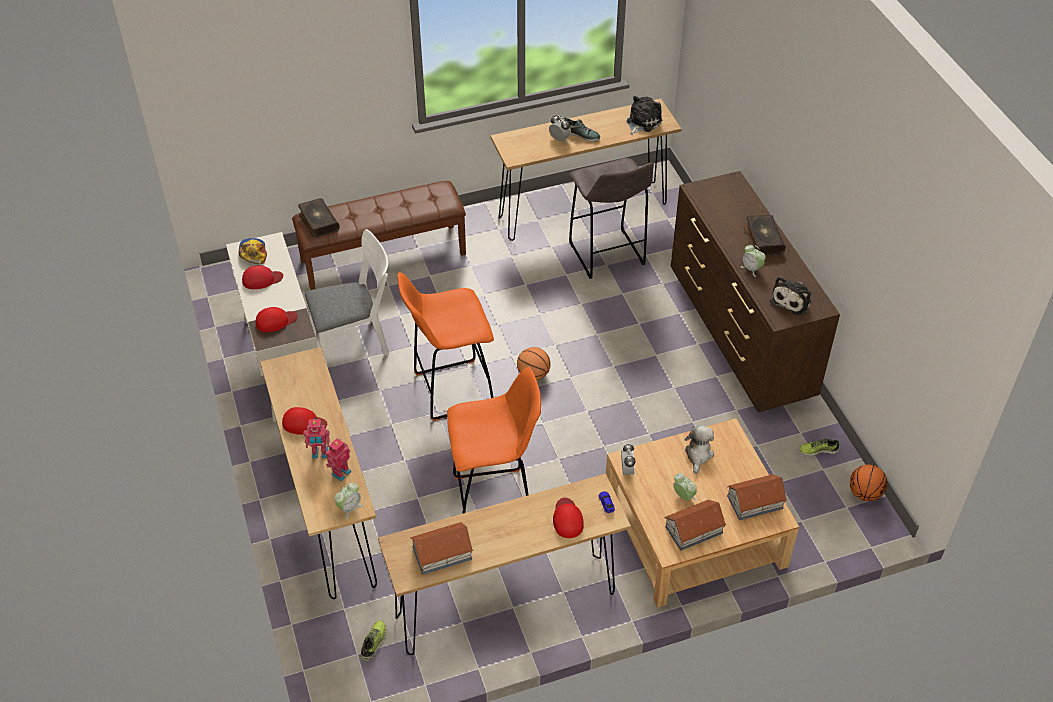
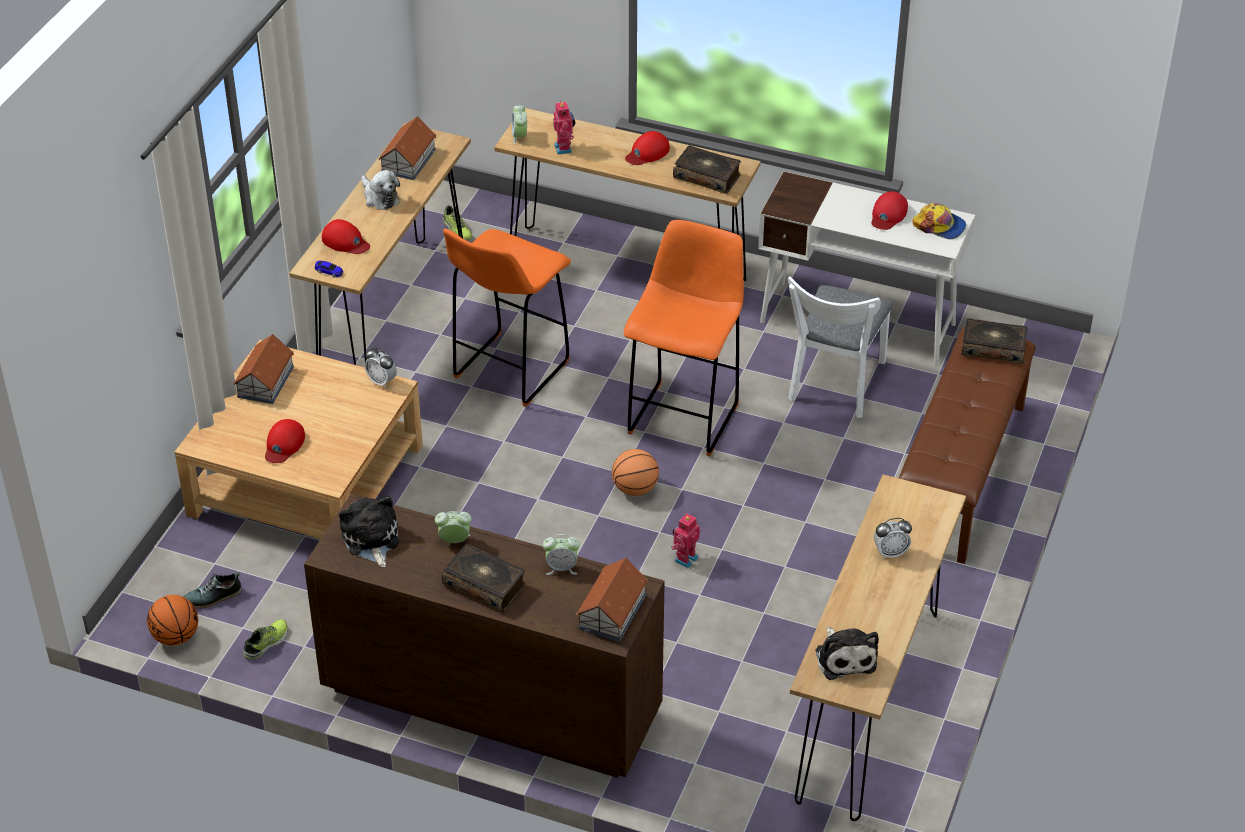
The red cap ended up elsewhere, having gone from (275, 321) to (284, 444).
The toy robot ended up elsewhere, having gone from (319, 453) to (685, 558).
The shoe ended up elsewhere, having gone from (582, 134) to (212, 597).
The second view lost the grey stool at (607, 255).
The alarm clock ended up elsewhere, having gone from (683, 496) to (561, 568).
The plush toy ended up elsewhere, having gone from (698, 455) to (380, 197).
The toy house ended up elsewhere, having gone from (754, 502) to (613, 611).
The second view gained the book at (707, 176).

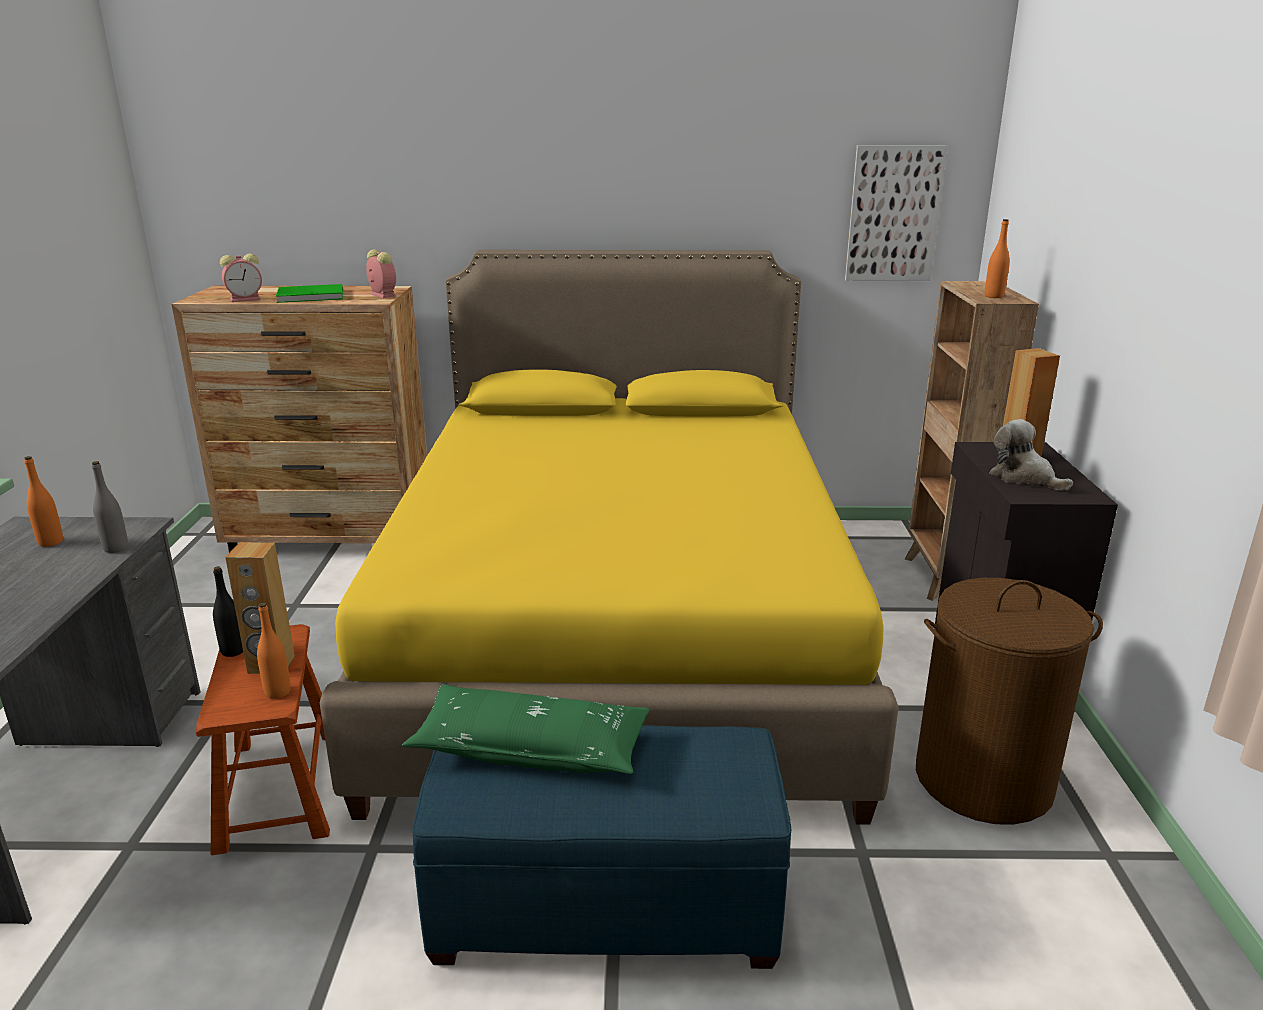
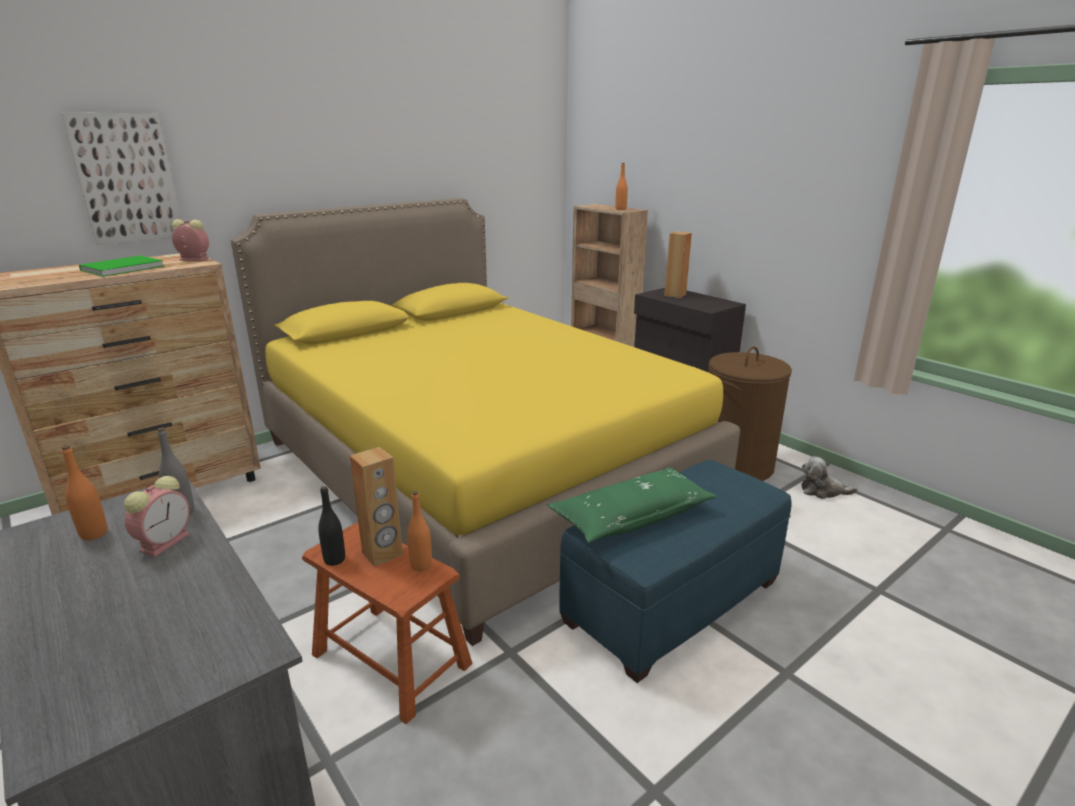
The alarm clock ended up elsewhere, having gone from (246, 299) to (166, 541).
The picture ended up elsewhere, having gone from (893, 214) to (126, 178).
The plush toy ended up elsewhere, having gone from (1024, 478) to (822, 491).

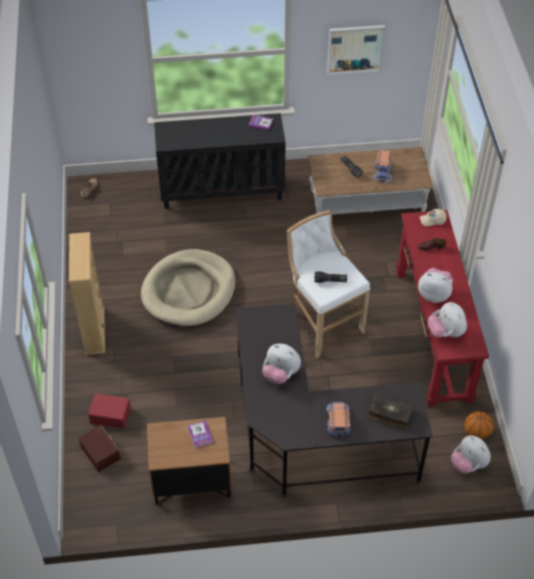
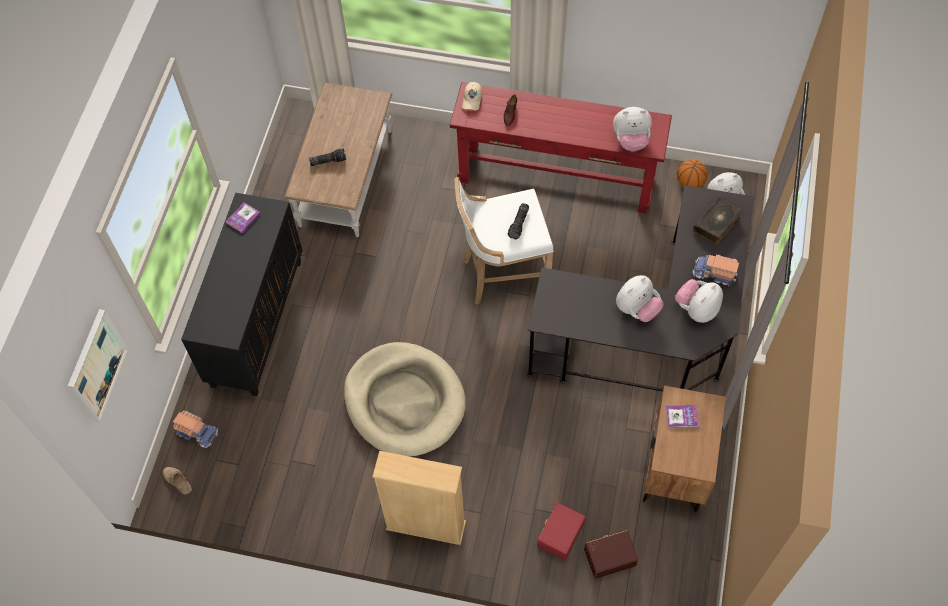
The picture ended up elsewhere, having gone from (355, 49) to (96, 365).
The toy truck ended up elsewhere, having gone from (383, 171) to (197, 432).
The plush toy ended up elsewhere, having gone from (434, 294) to (696, 309).

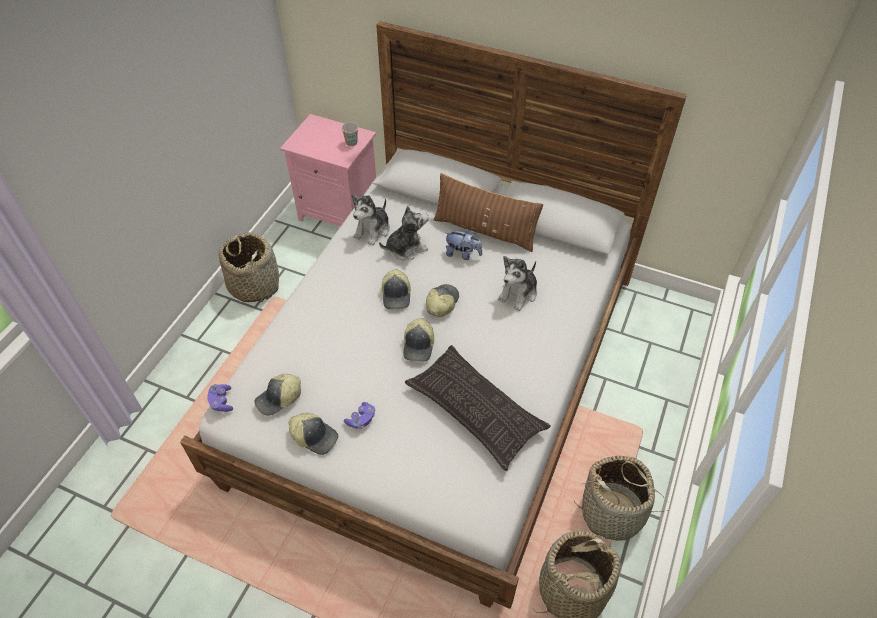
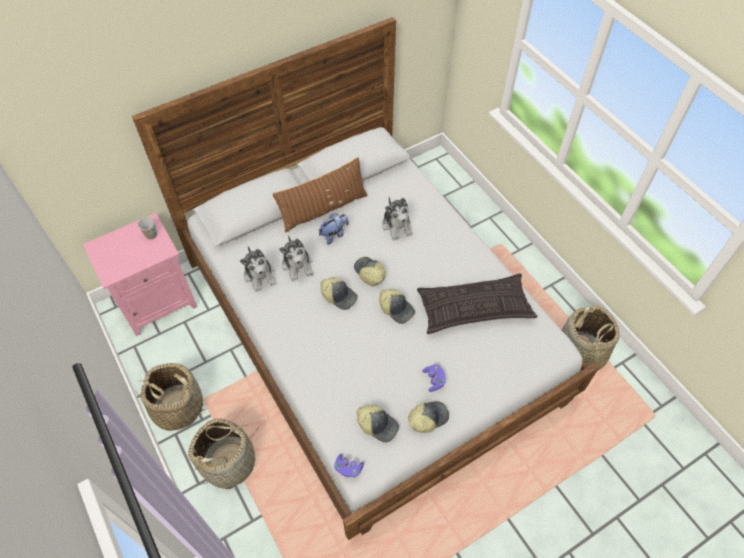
The cap at (279, 399) ended up facing another way, 60 degrees counterclockwise from before.
The plush toy at (405, 248) ended up facing another way, 150 degrees clockwise from before.
The basket ended up elsewhere, having gone from (613, 512) to (229, 462).

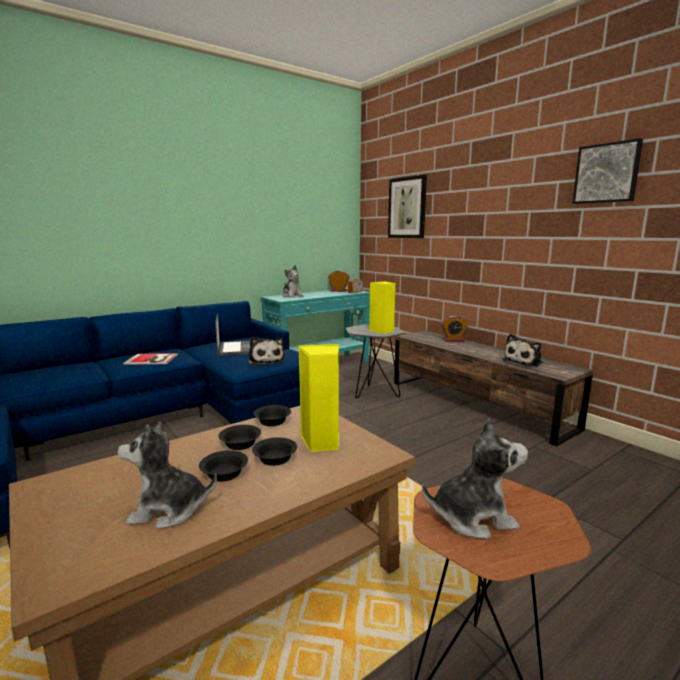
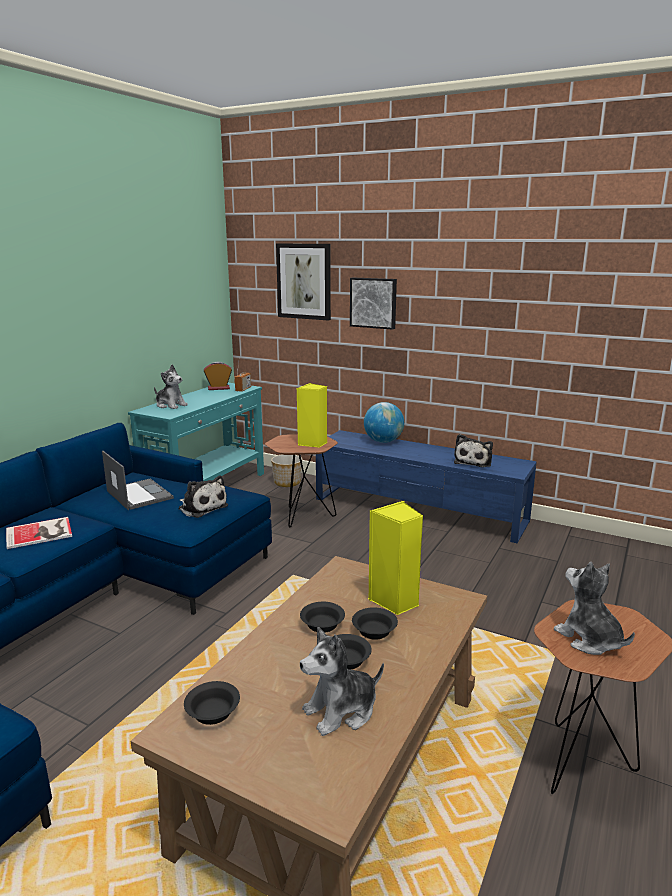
The black bowl ended up elsewhere, having gone from (273, 421) to (213, 711).
What was the grey side table at (372, 393) turned into the brown side table at (302, 517).
What was the brown tv stand at (477, 404) turned into the blue tv stand at (419, 510).
The plush toy at (472, 517) ended up facing another way, 90 degrees counterclockwise from before.
Where the alarm clock stood at (453, 340), the globe came to stand at (383, 441).
The picture ended up elsewhere, having gone from (607, 173) to (373, 303).
The second view gained the planter at (287, 483).

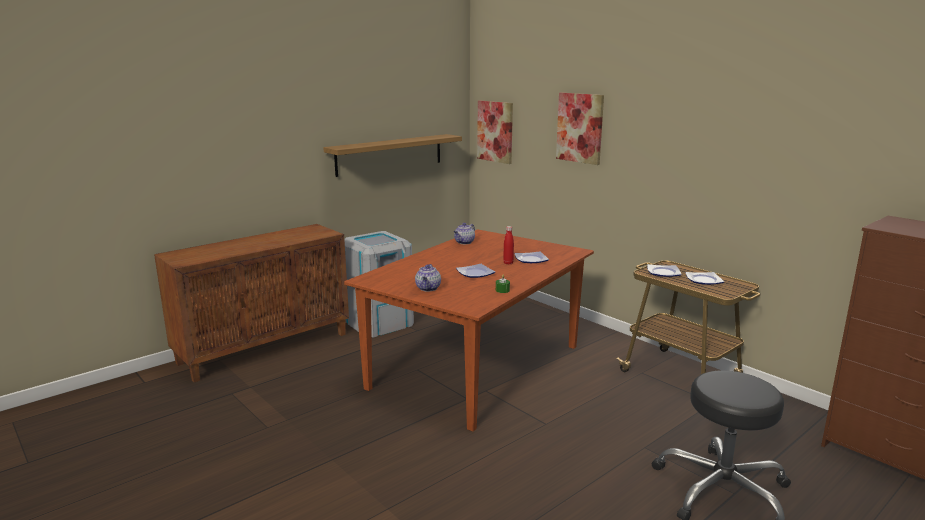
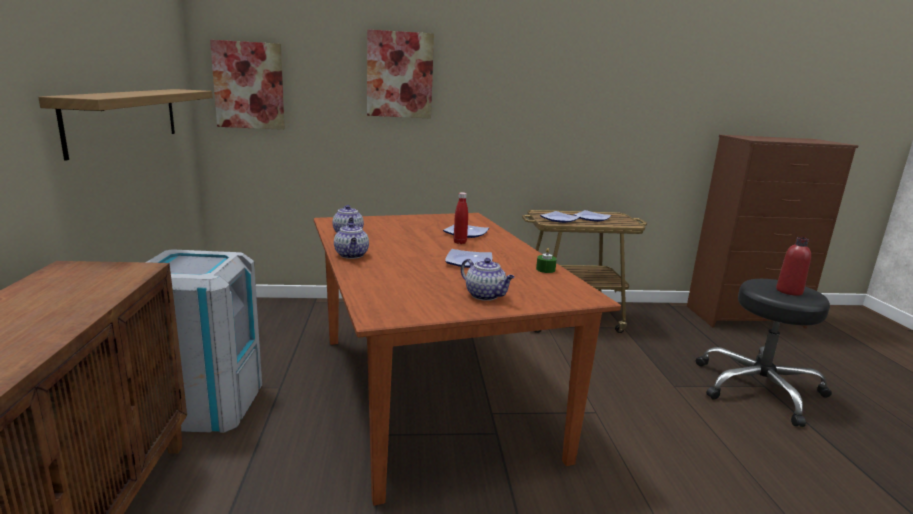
The second view gained the teapot at (352, 255).
The second view gained the red bottle at (789, 291).

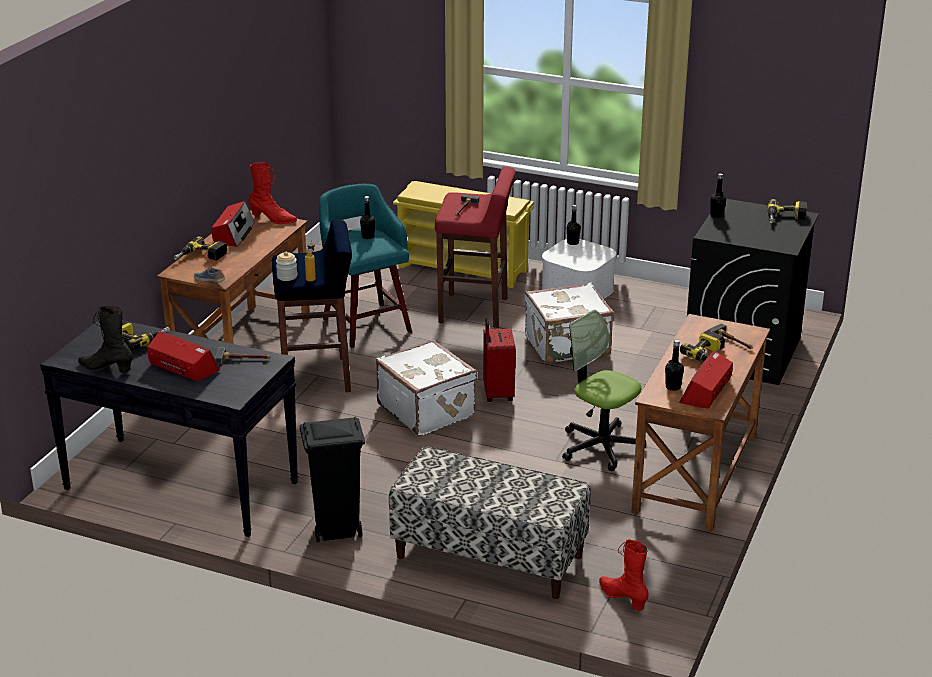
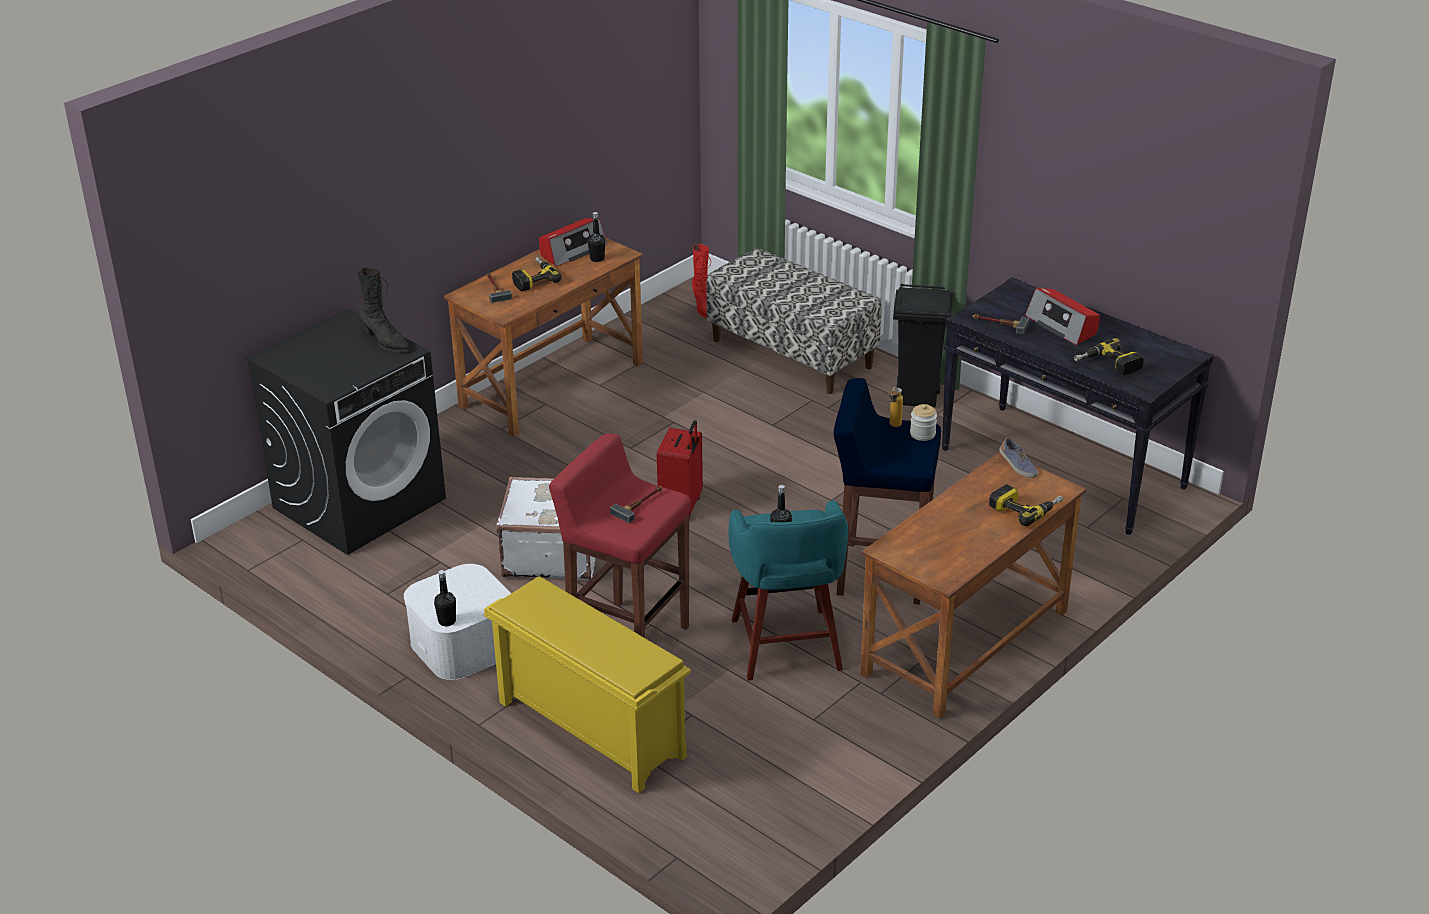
The black boot ended up elsewhere, having gone from (106, 368) to (385, 342).
The second view lost the radio at (233, 233).
The second view lost the red boot at (273, 219).
The second view lost the white suitcase at (427, 410).
The second view lost the office chair at (601, 446).
The second view lost the black bottle at (716, 216).
The second view lost the power drill at (785, 218).

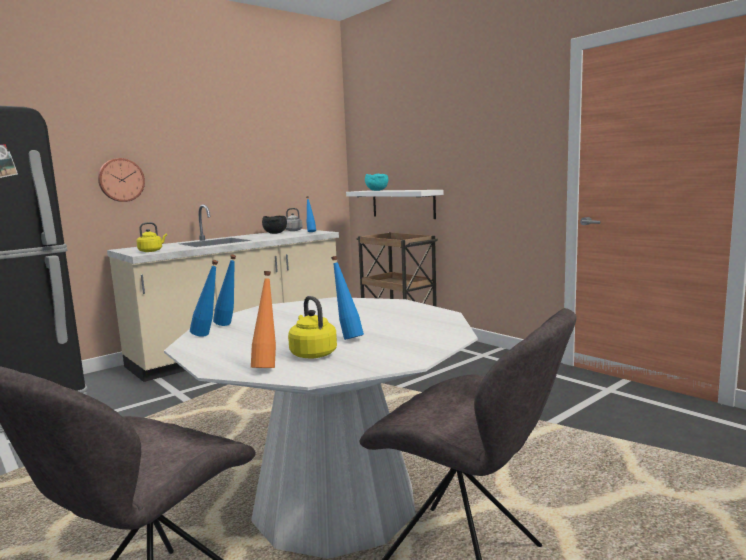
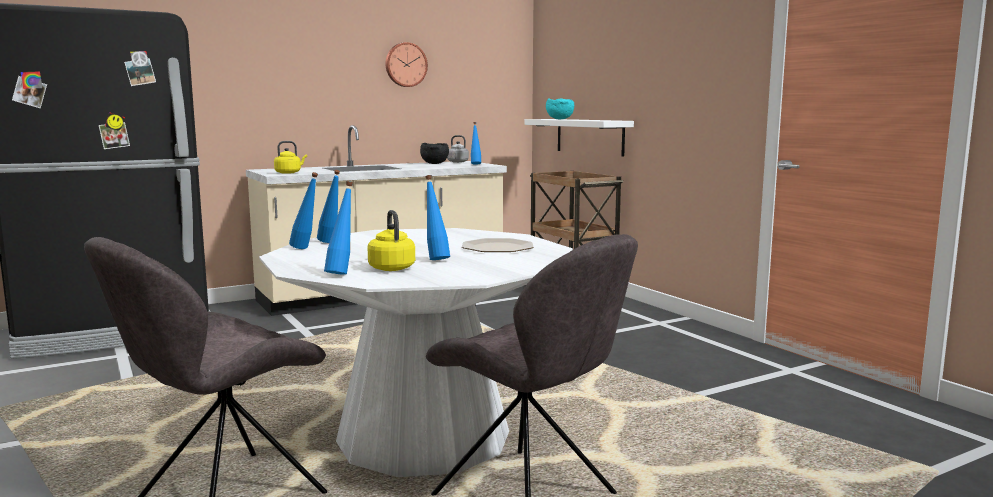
The wall clock ended up elsewhere, having gone from (121, 180) to (405, 64).
What was the orange bottle at (267, 366) turned into the blue bottle at (342, 273).
The second view gained the plate at (498, 248).

